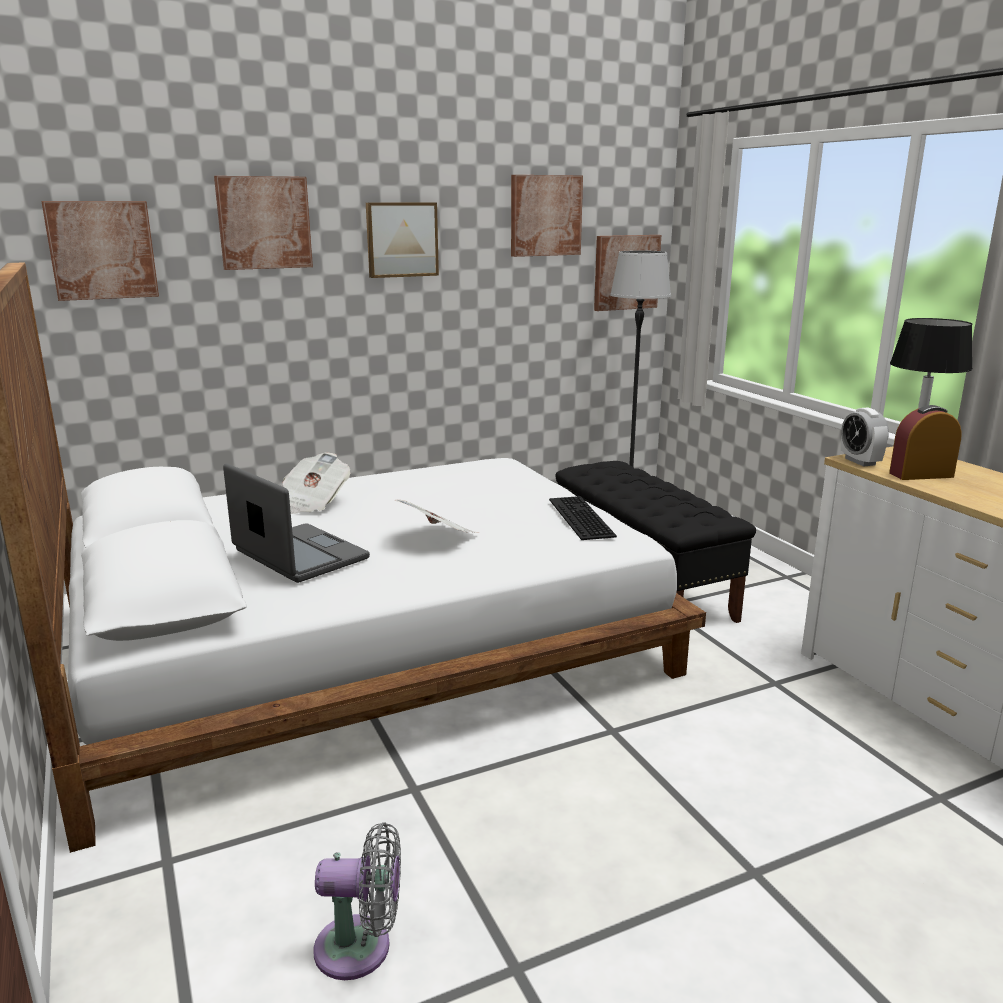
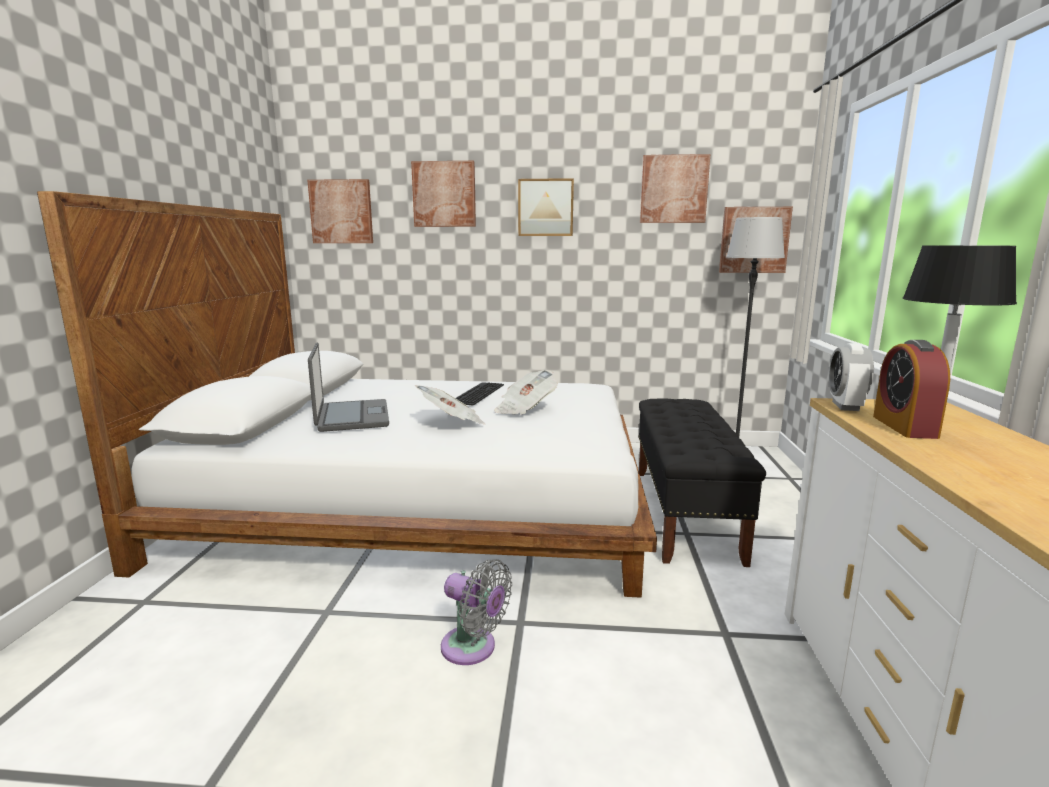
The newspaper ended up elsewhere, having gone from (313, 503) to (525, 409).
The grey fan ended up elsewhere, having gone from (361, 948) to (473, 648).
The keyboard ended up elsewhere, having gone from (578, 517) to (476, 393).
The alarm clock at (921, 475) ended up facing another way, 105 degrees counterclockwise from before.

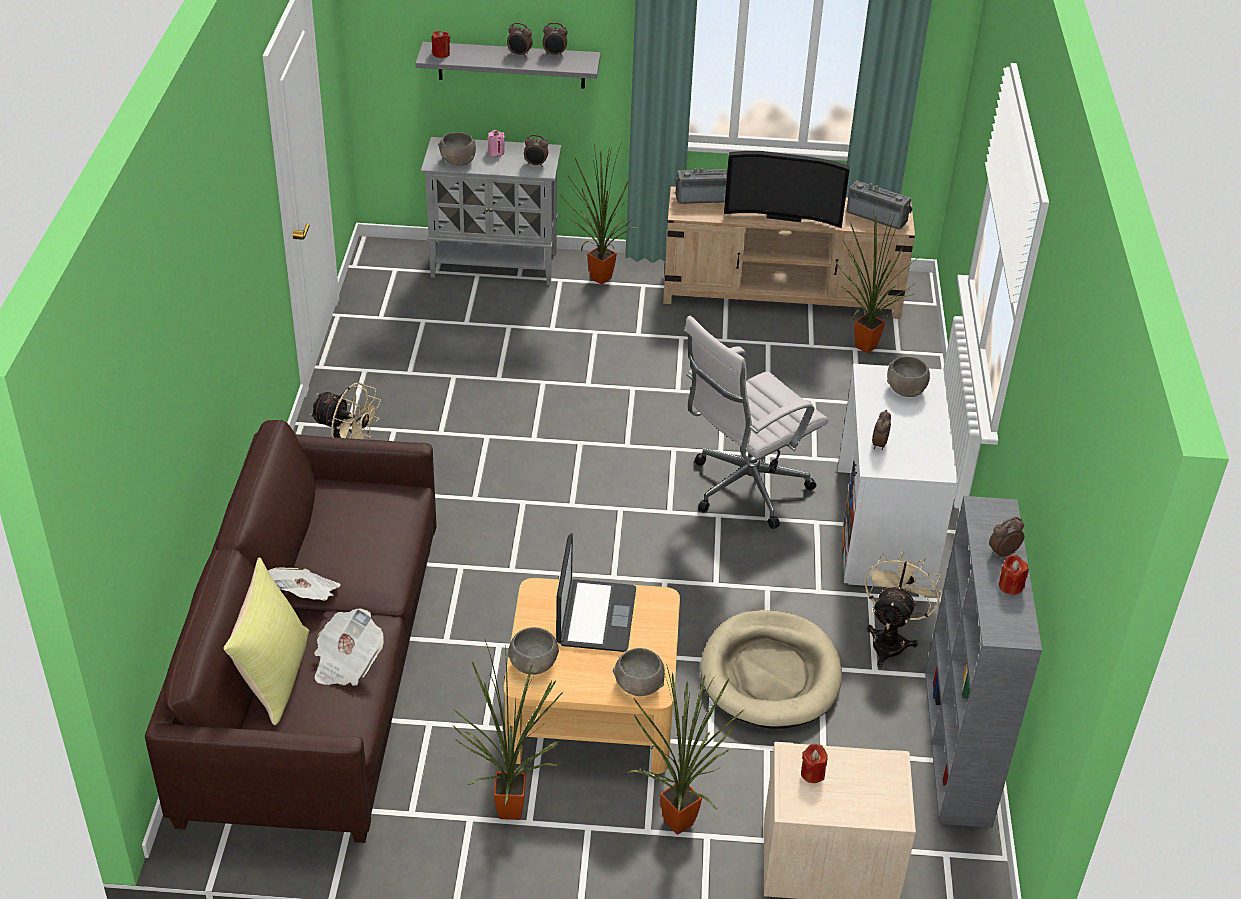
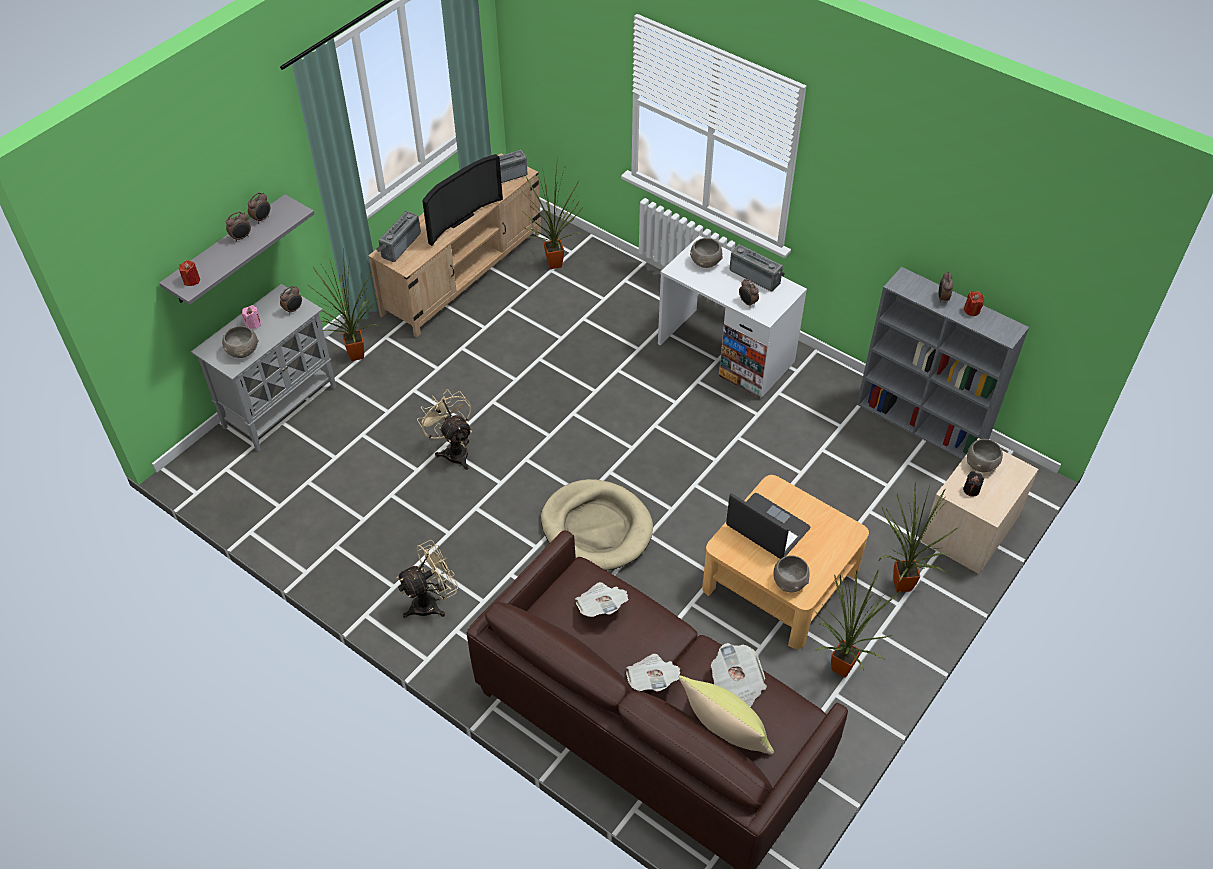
The grey bowl ended up elsewhere, having gone from (638, 686) to (981, 464).
The second view lost the white office chair at (744, 490).
The beige dog bed ended up elsewhere, having gone from (770, 674) to (596, 528).
What was the red candle at (812, 773) turned into the black candle at (971, 490).
The beige fan ended up elsewhere, having gone from (890, 640) to (453, 450).
The second view gained the newspaper at (601, 606).
The second view gained the radio at (756, 275).

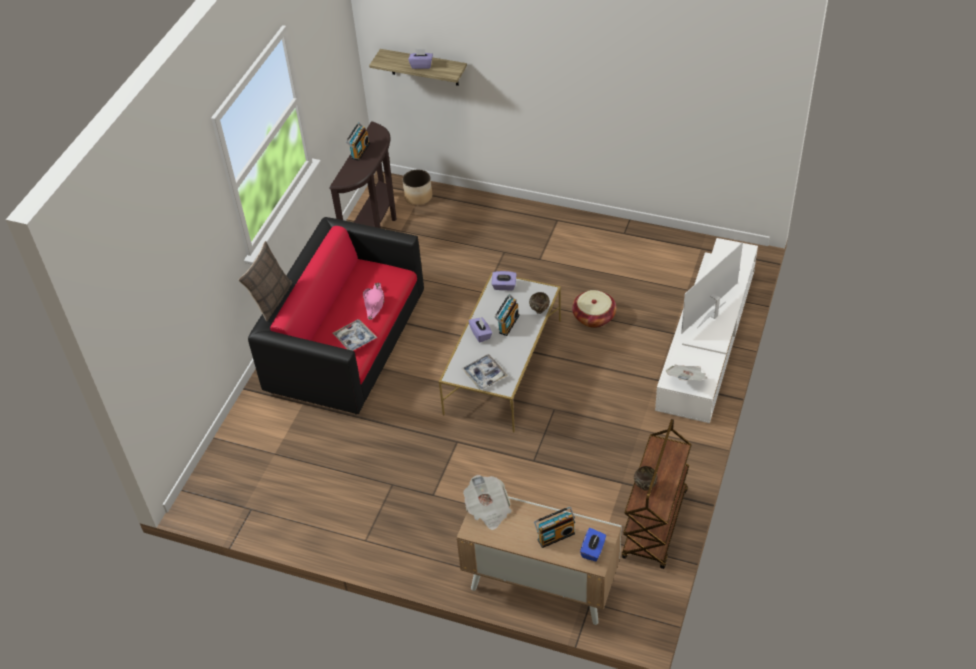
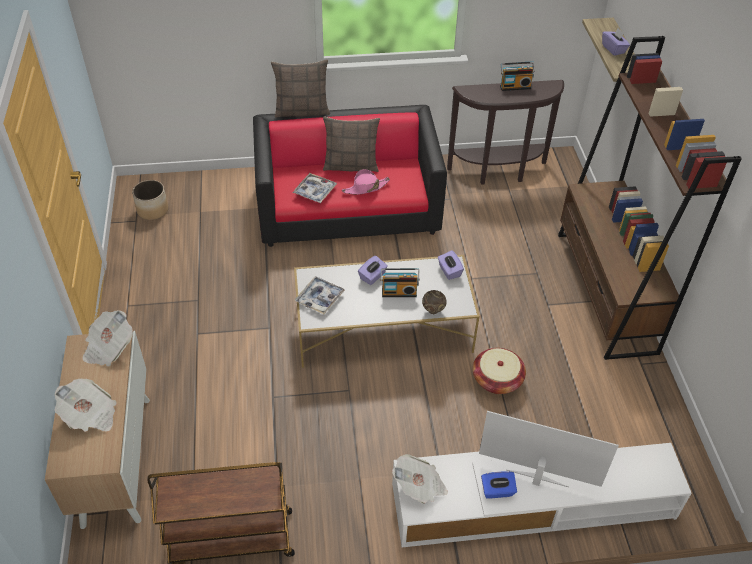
The planter ended up elsewhere, having gone from (418, 197) to (153, 210).
Where the radio stood at (555, 535), the newspaper came to stand at (90, 415).
The blue tissue box ended up elsewhere, having gone from (593, 550) to (497, 491).
The second view lost the brown bowl at (645, 486).
The second view gained the pillow at (351, 165).
The second view gained the brown bookcase at (605, 291).

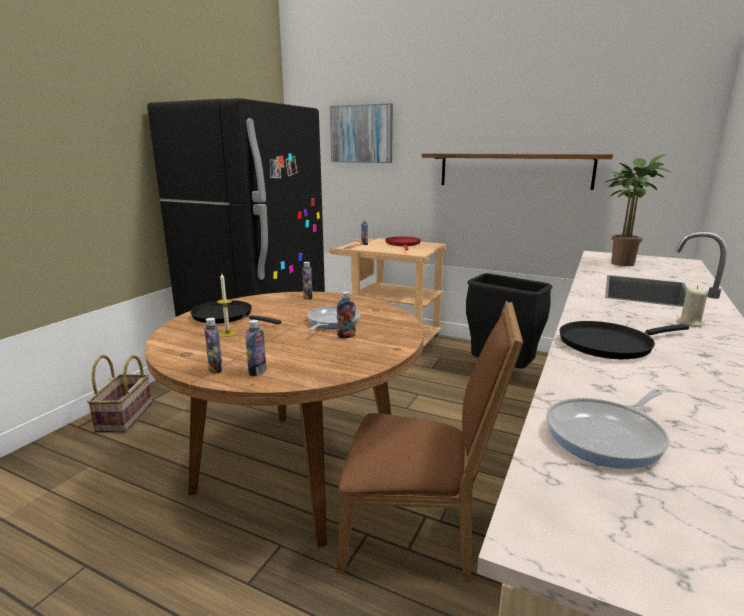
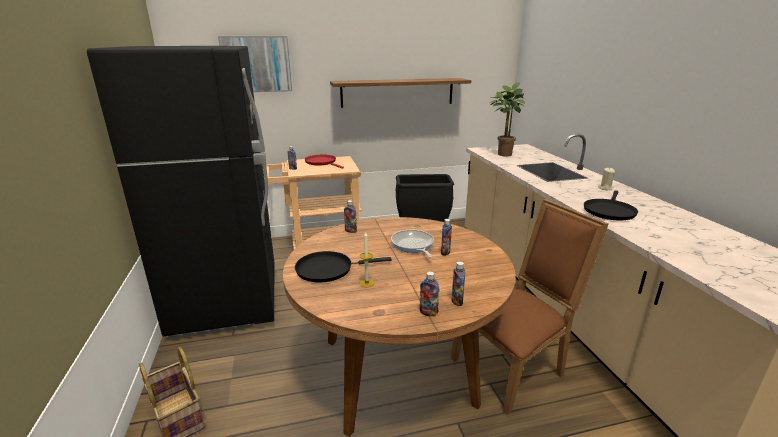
The second view lost the frying pan at (608, 436).

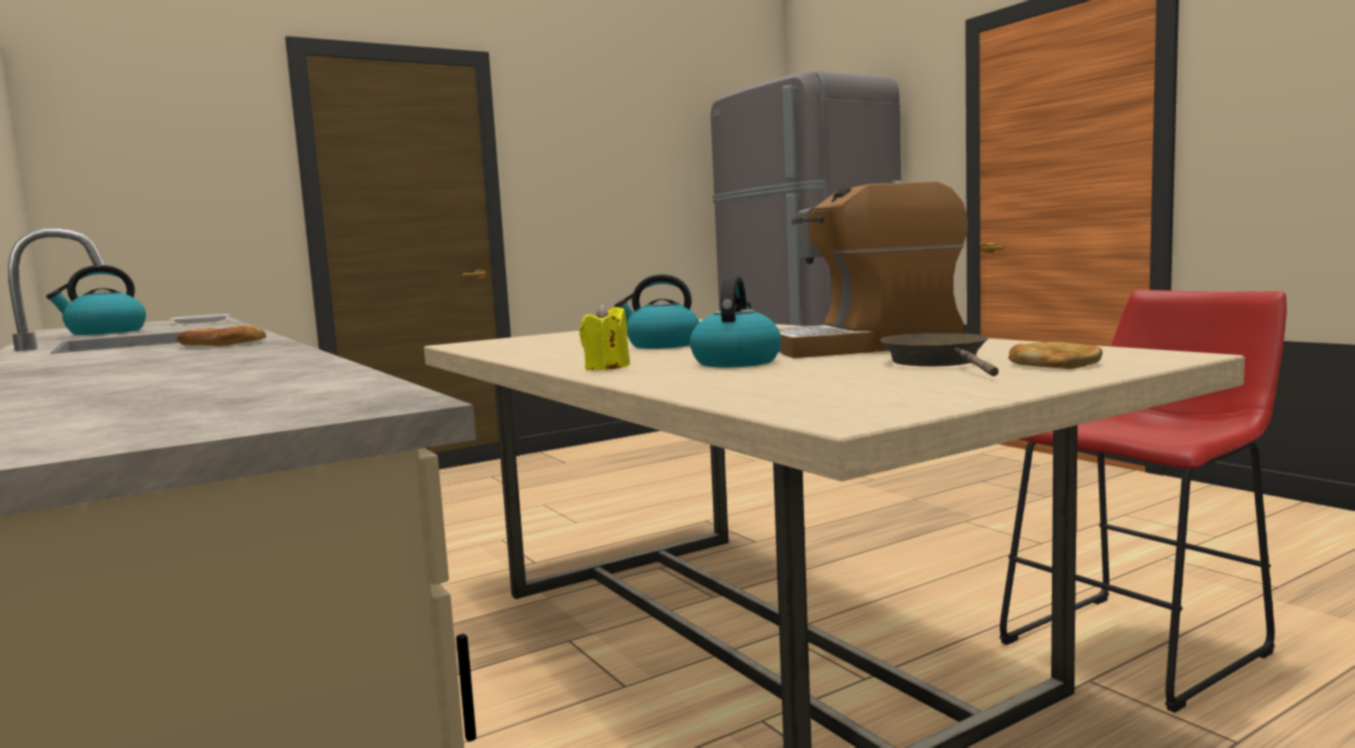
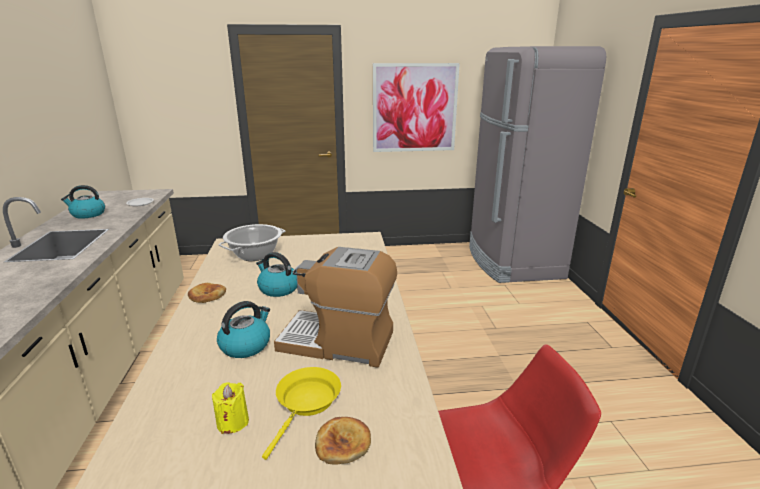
The bread ended up elsewhere, having gone from (223, 344) to (207, 295).
The yellow candle ended up elsewhere, having gone from (607, 368) to (233, 422).
What was the brown frying pan at (939, 362) turned into the yellow frying pan at (306, 403).
The second view gained the cooking pot at (255, 255).
The second view gained the picture at (414, 108).

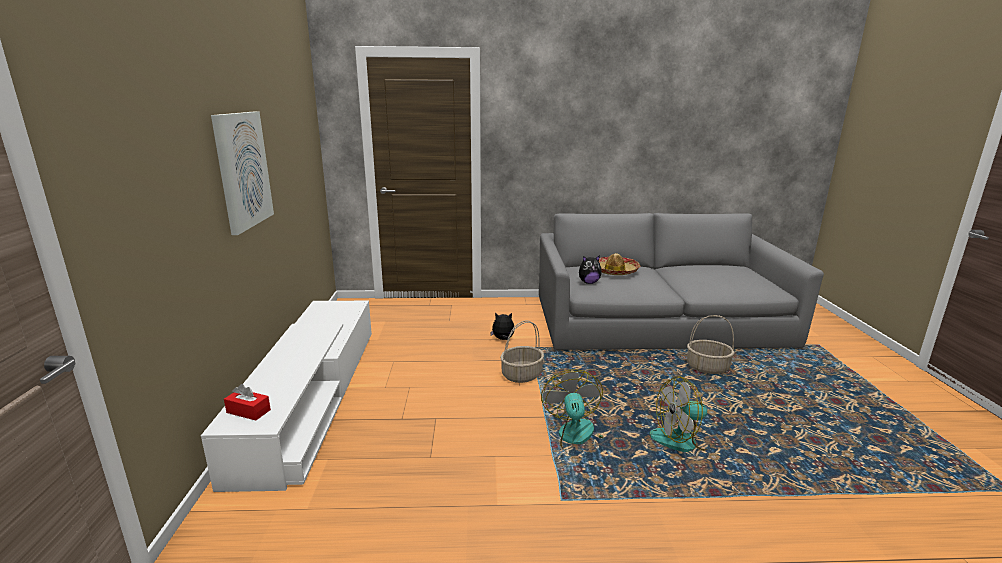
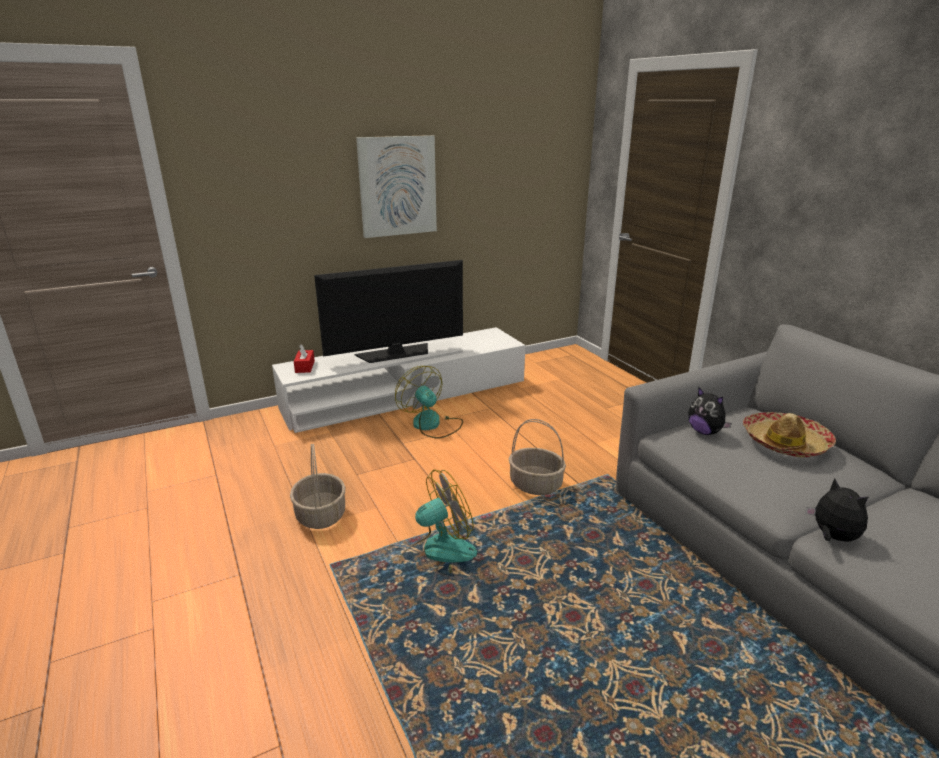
The plush toy ended up elsewhere, having gone from (503, 339) to (832, 537).
The fan ended up elsewhere, having gone from (683, 440) to (431, 425).
The basket ended up elsewhere, having gone from (707, 367) to (320, 515).
The second view gained the television at (395, 353).

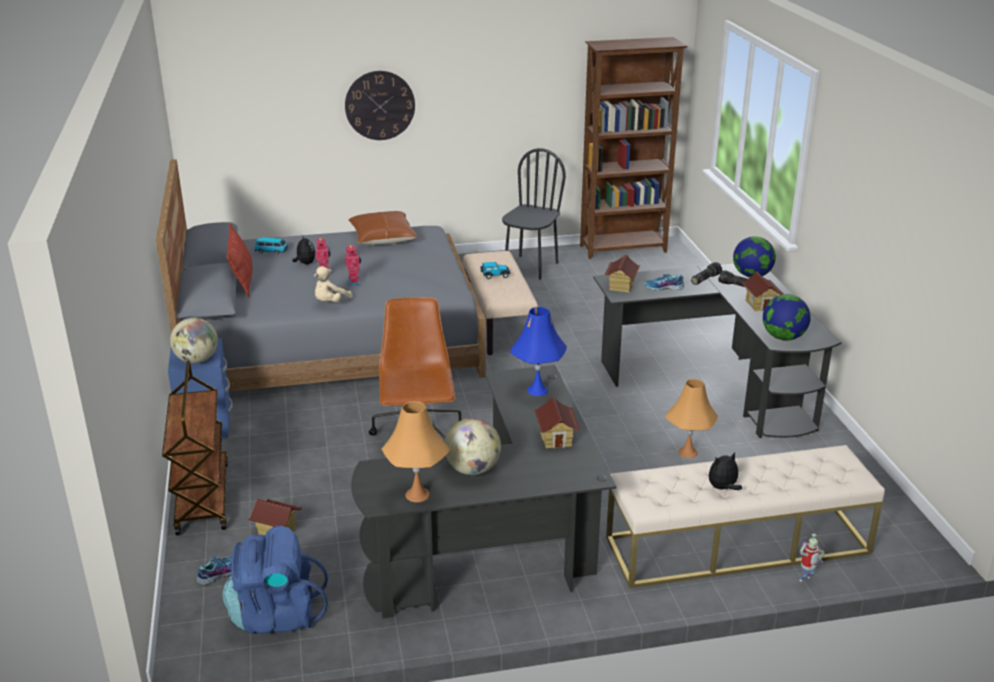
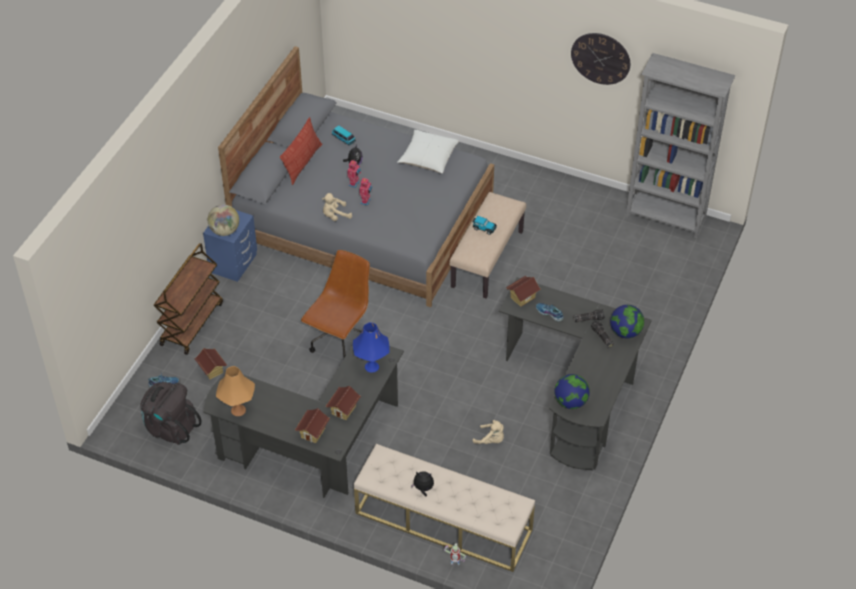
What was the blue backpack at (276, 615) turned into the black backpack at (170, 427).
The wall clock ended up elsewhere, having gone from (380, 105) to (600, 58).
What was the brown pillow at (382, 238) turned into the white pillow at (428, 157).
The second view lost the globe at (473, 469).
The second view lost the black chair at (530, 267).
What was the brown bookcase at (624, 249) turned into the grey bookcase at (666, 218).
Where the orange table lamp stood at (687, 452), the beige plush toy came to stand at (491, 440).
The toy house ended up elsewhere, having gone from (760, 305) to (313, 433).

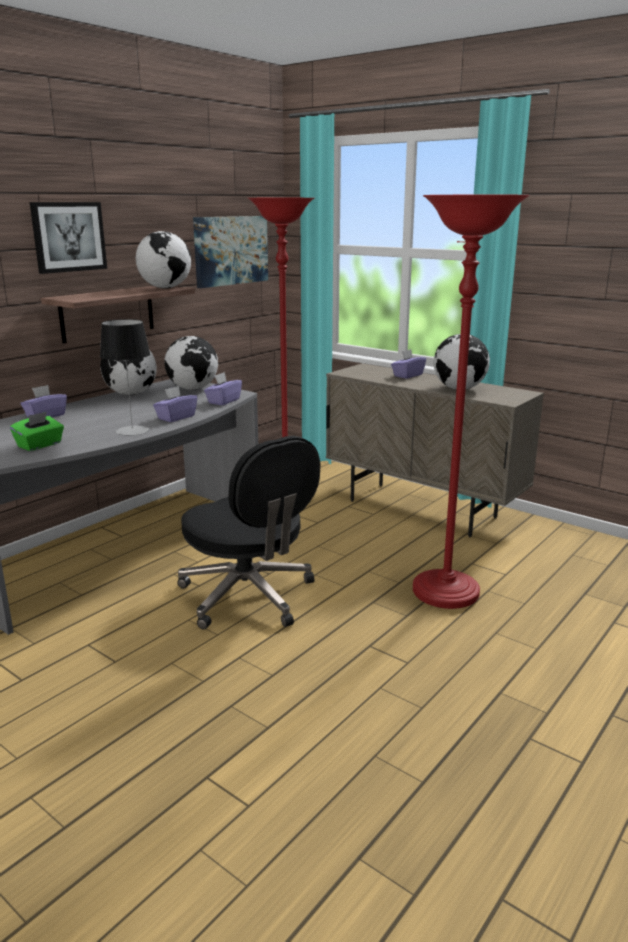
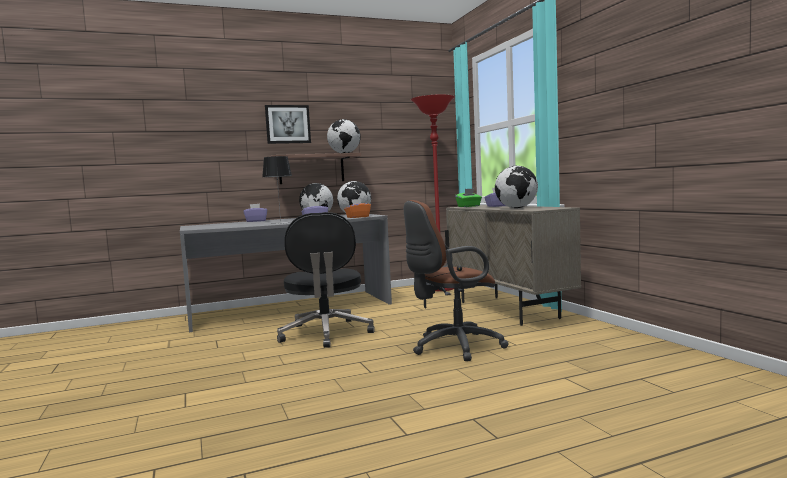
The green tissue box ended up elsewhere, having gone from (40, 445) to (469, 206).
The second view lost the picture at (231, 250).
What was the purple tissue box at (223, 401) turned into the orange tissue box at (357, 217).
Where the red floor lamp stood at (445, 593), the brown office chair came to stand at (453, 347).

